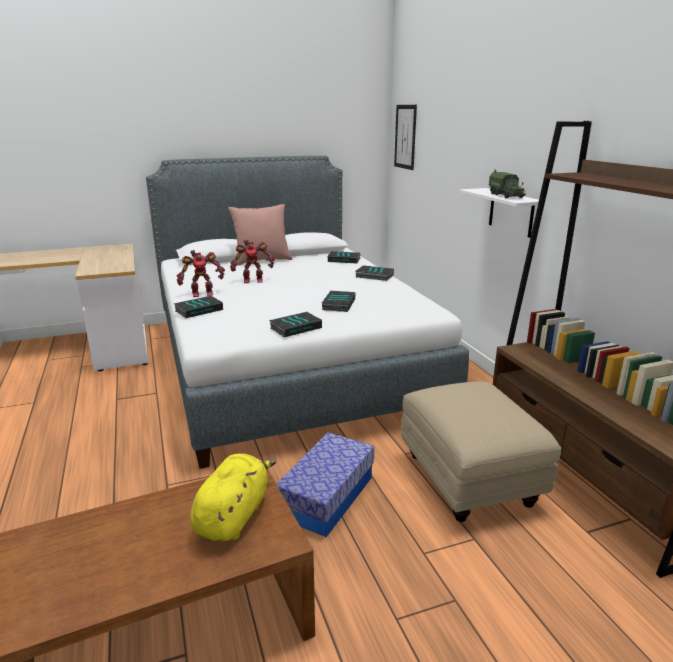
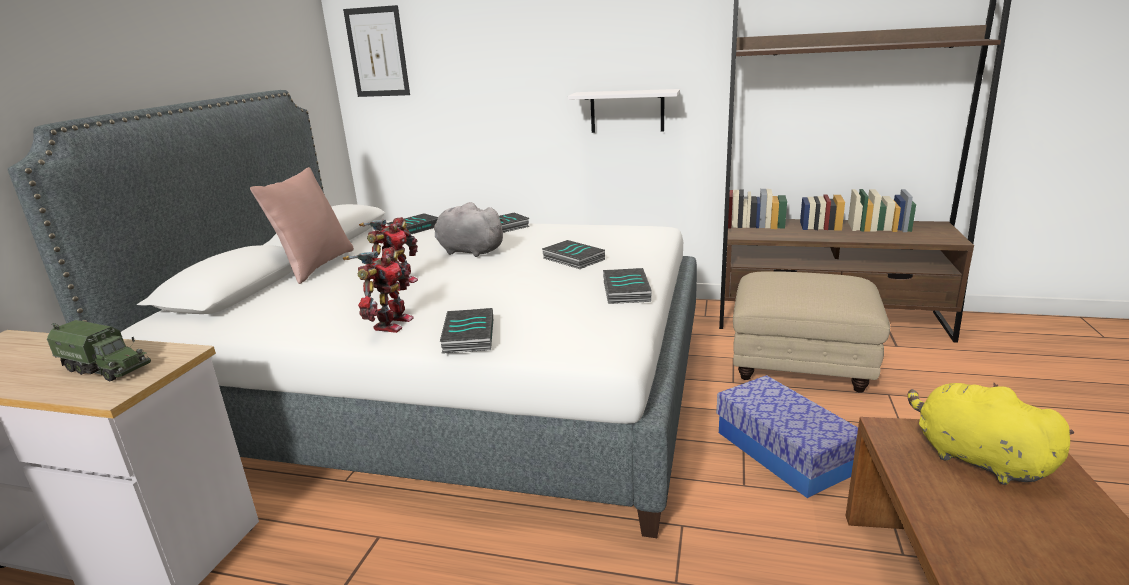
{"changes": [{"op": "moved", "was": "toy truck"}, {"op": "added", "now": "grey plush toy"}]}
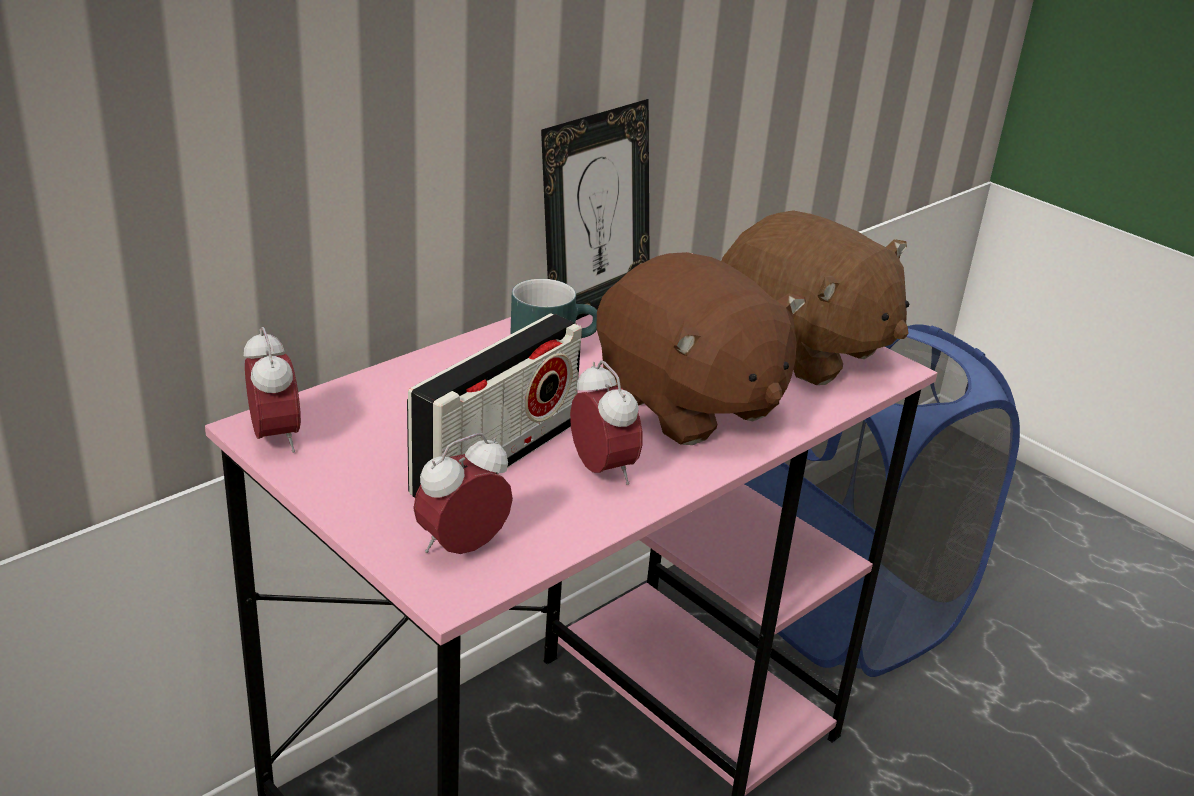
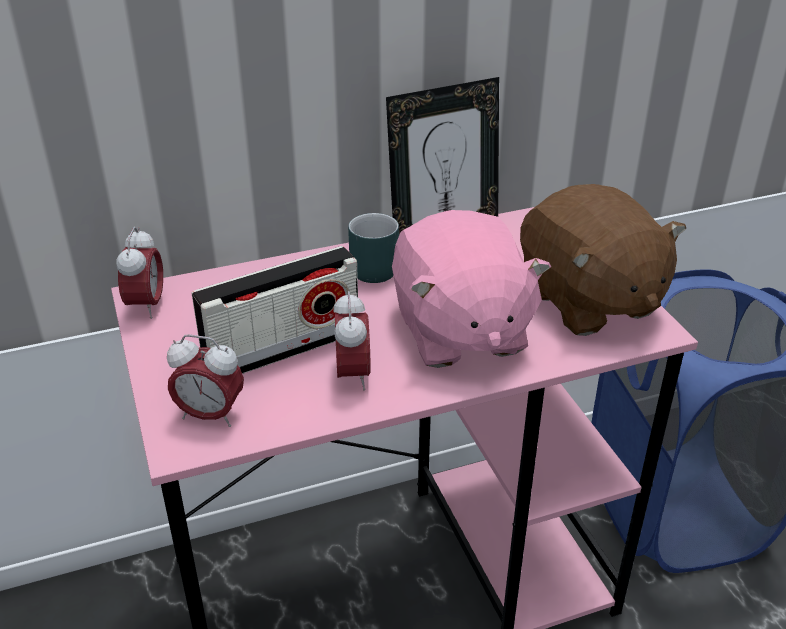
{"changes": [{"op": "recoloured", "was": "brown plush toy (1st from left)", "now": "pink plush toy"}, {"op": "turned", "was": "alarm clock (2nd from left)", "clockwise": -150}]}
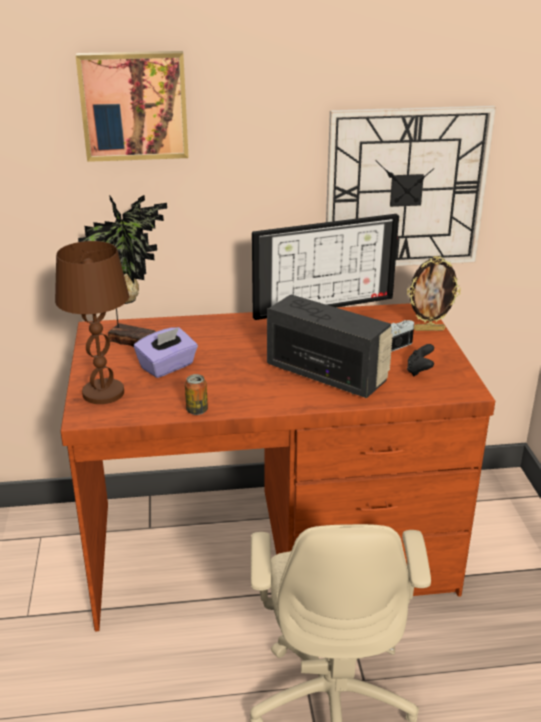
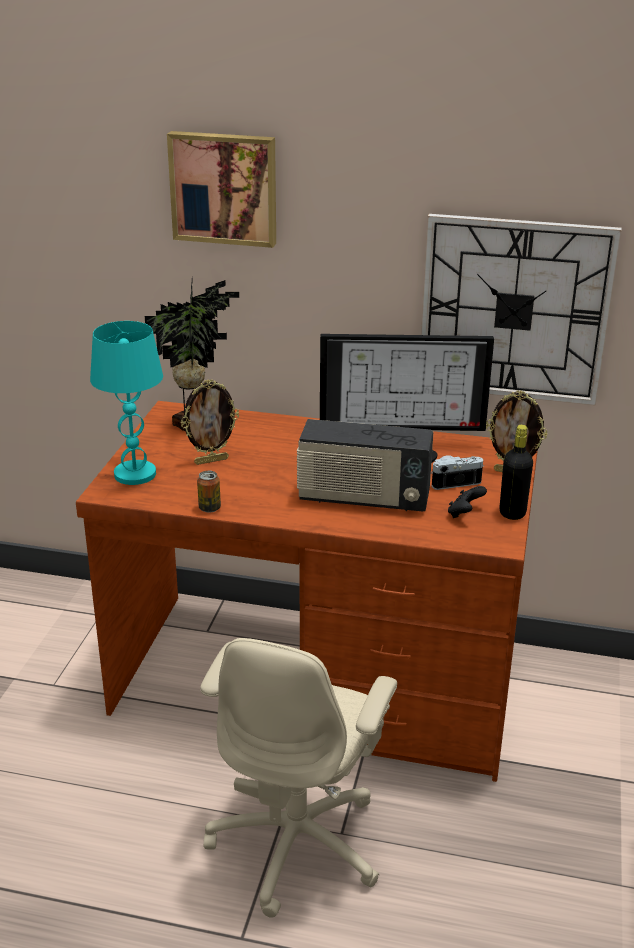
{"changes": [{"op": "recoloured", "was": "brown table lamp", "now": "turquoise table lamp"}, {"op": "turned", "was": "radio", "clockwise": 135}, {"op": "replaced", "was": "purple tissue box", "now": "picture frame (1st from left)"}, {"op": "added", "now": "black bottle"}]}
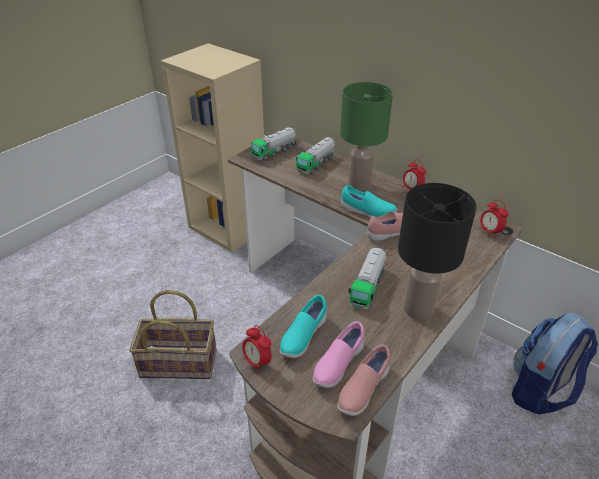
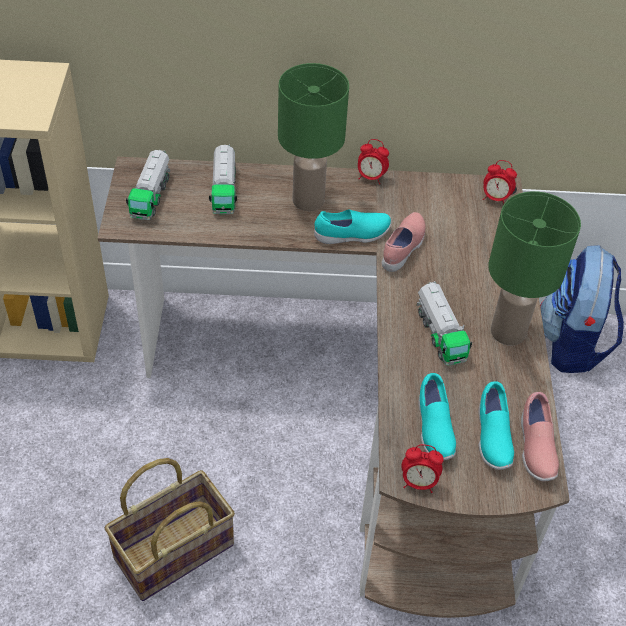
{"changes": [{"op": "recoloured", "was": "black table lamp", "now": "green table lamp (2nd from left)"}, {"op": "recoloured", "was": "pink shoe (1st from left)", "now": "turquoise shoe (3rd from left)"}]}
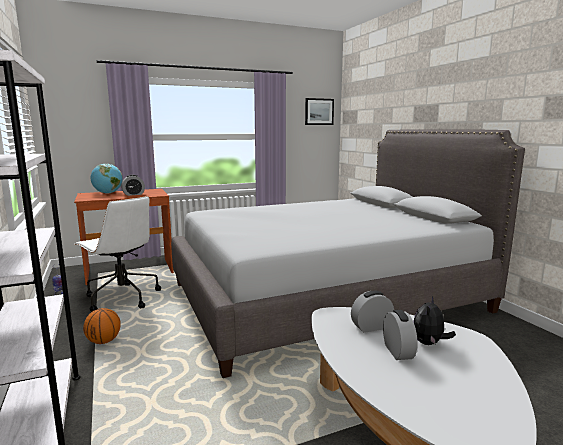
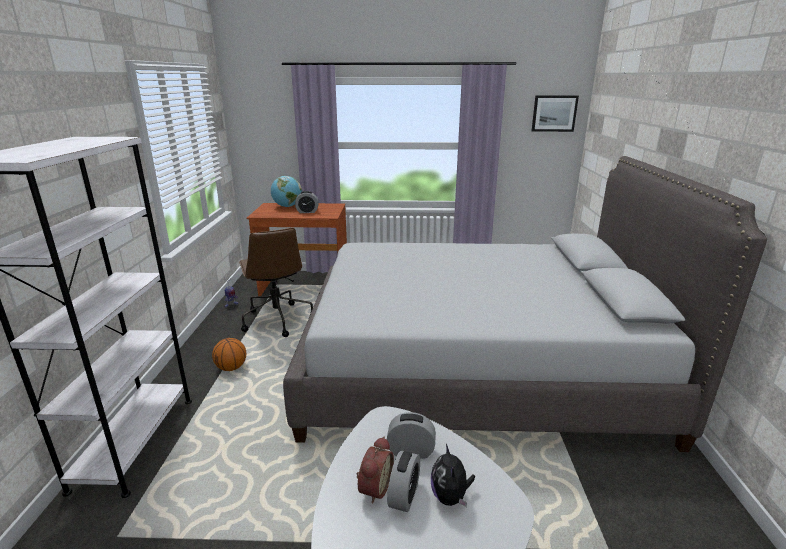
{"changes": [{"op": "recoloured", "was": "white office chair", "now": "brown office chair"}, {"op": "turned", "was": "plush toy", "clockwise": -60}, {"op": "added", "now": "alarm clock (2nd from left)"}]}
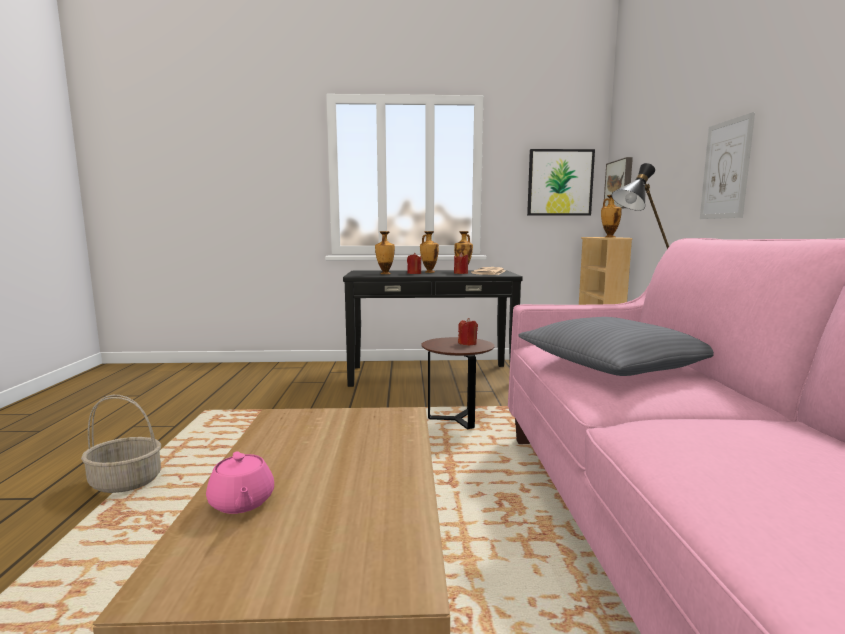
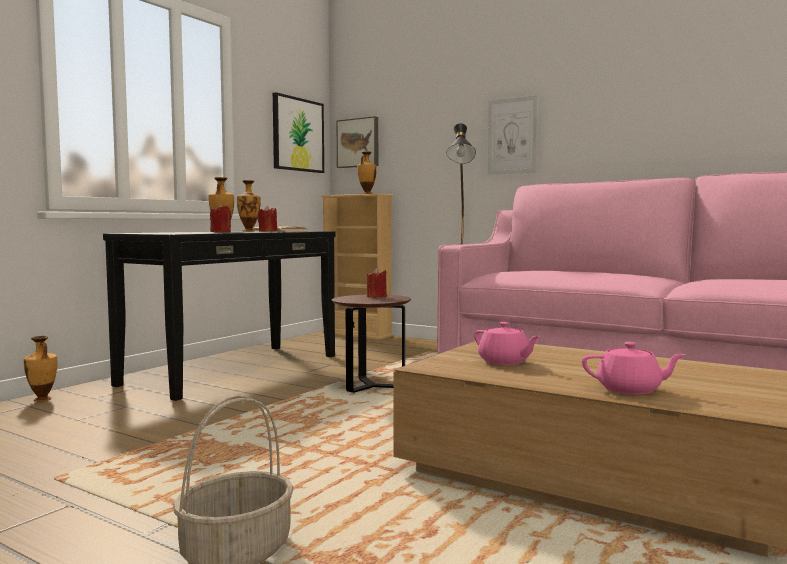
{"changes": [{"op": "moved", "was": "vase (1st from left)"}, {"op": "removed", "was": "grey pillow"}, {"op": "added", "now": "pink teapot (1st from left)"}]}
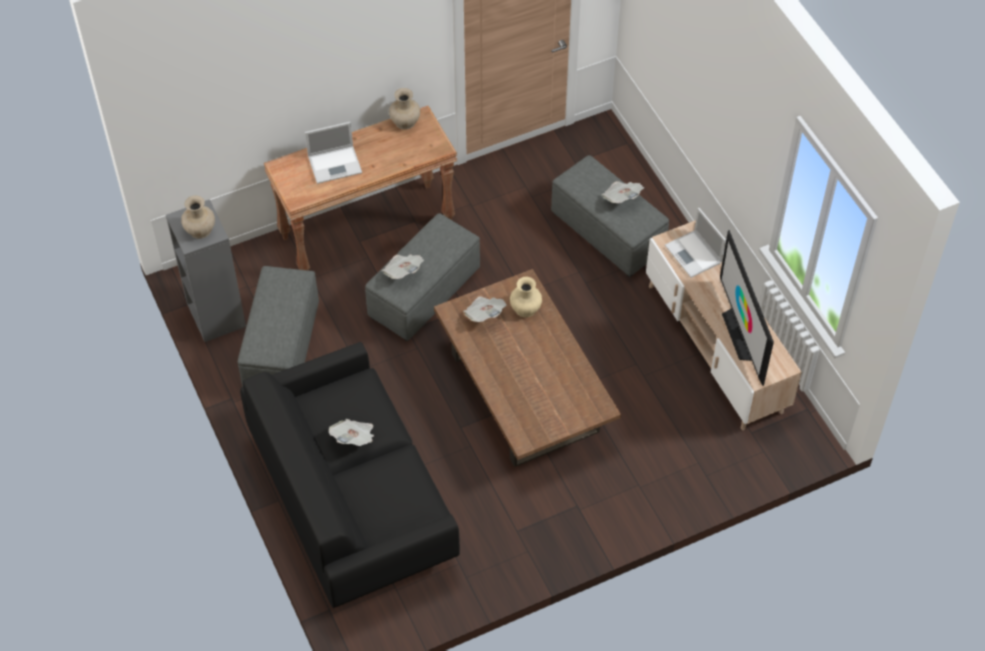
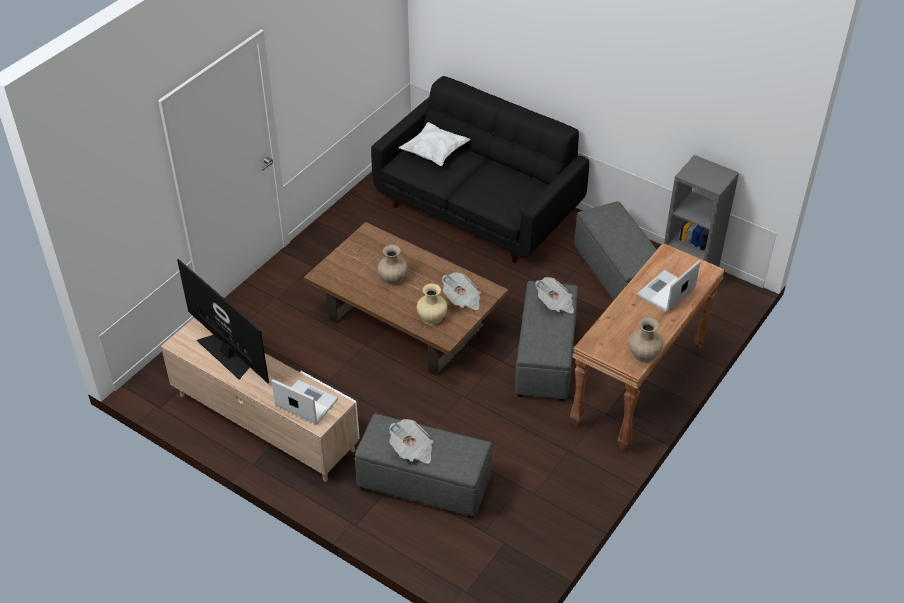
{"changes": [{"op": "moved", "was": "beige vase (1st from left)"}, {"op": "removed", "was": "newspaper (1st from left)"}, {"op": "added", "now": "white pillow"}]}
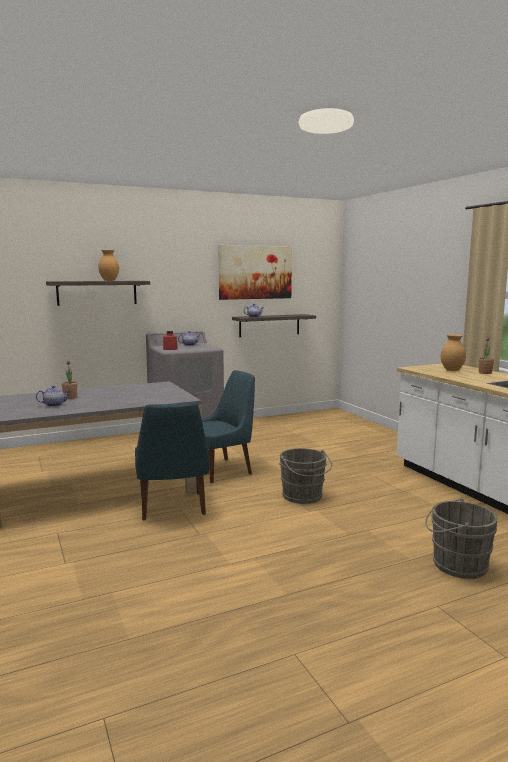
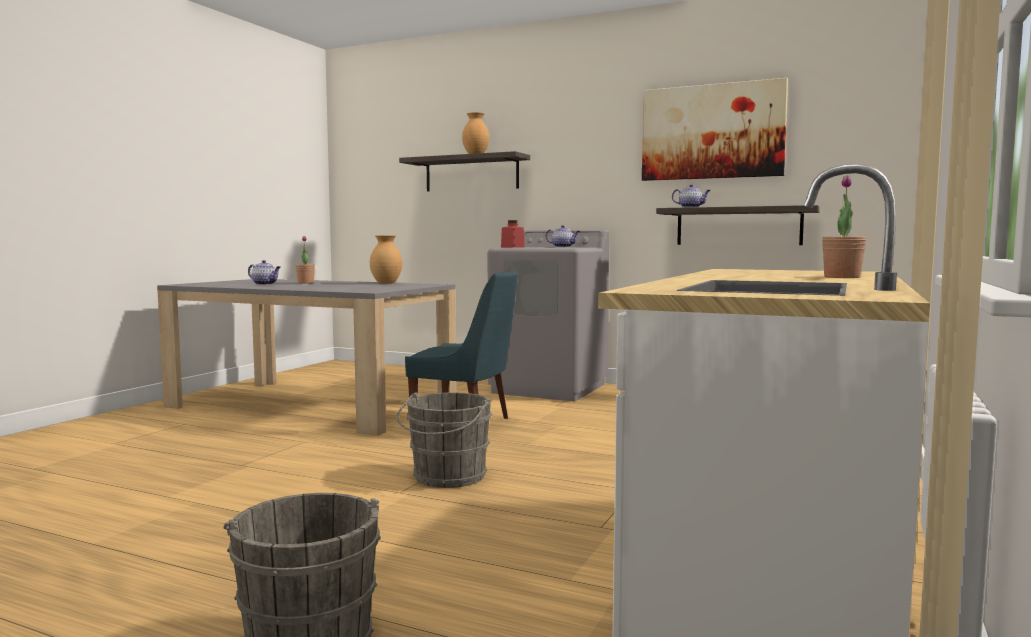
{"changes": [{"op": "moved", "was": "brown vase (2nd from left in the first image)", "now": "brown vase (1st from left)"}, {"op": "removed", "was": "blue chair (1st from left)"}]}
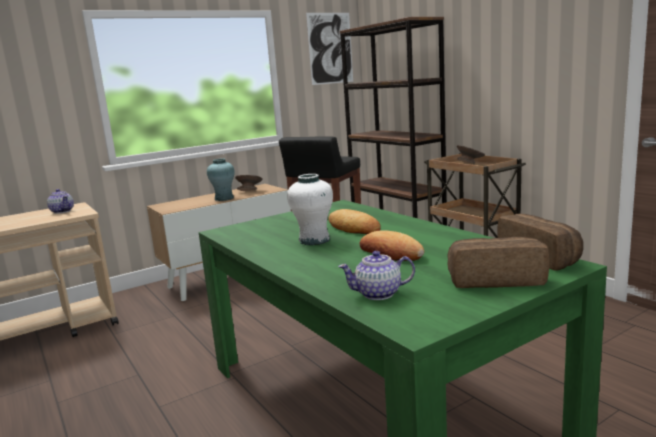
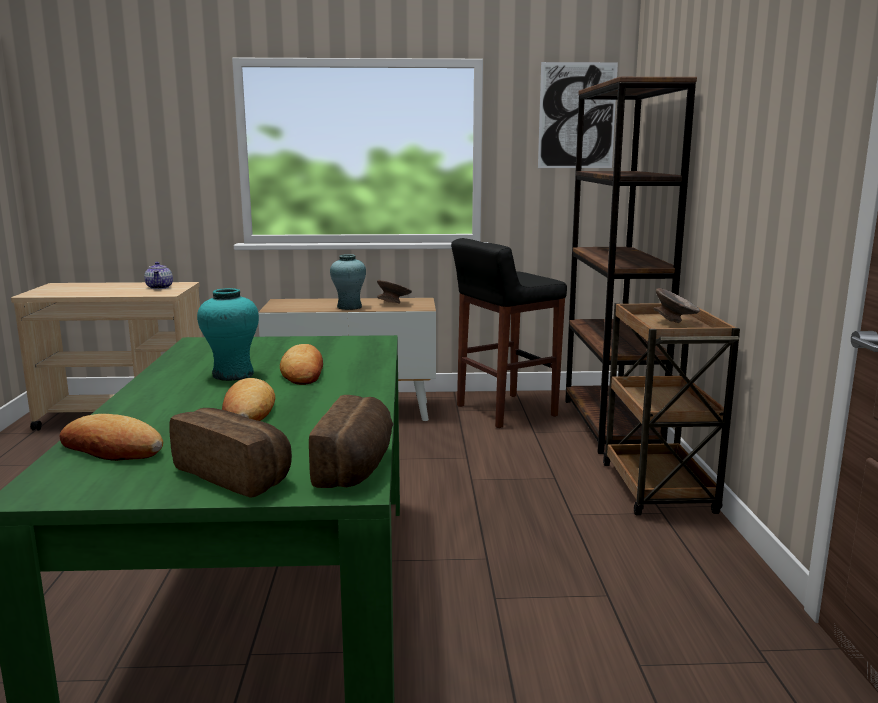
{"changes": [{"op": "recoloured", "was": "white vase", "now": "turquoise vase (1st from left)"}, {"op": "replaced", "was": "teapot (2nd from left)", "now": "bread (1st from left)"}]}
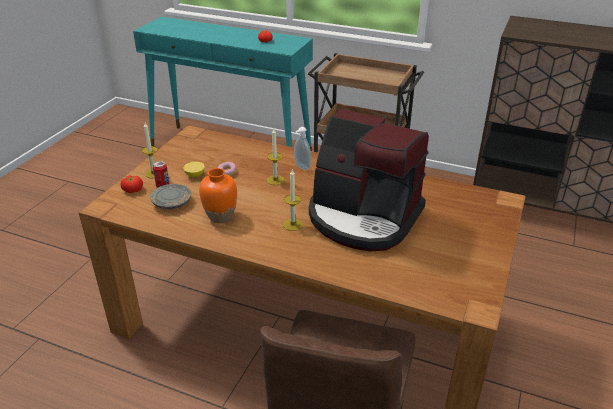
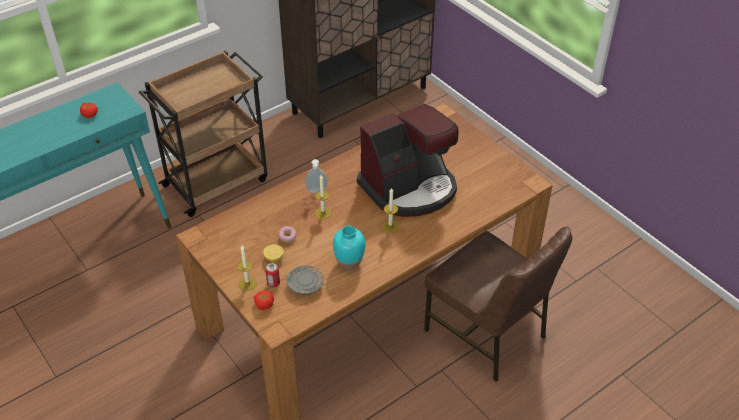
{"changes": [{"op": "recoloured", "was": "orange vase", "now": "turquoise vase"}]}
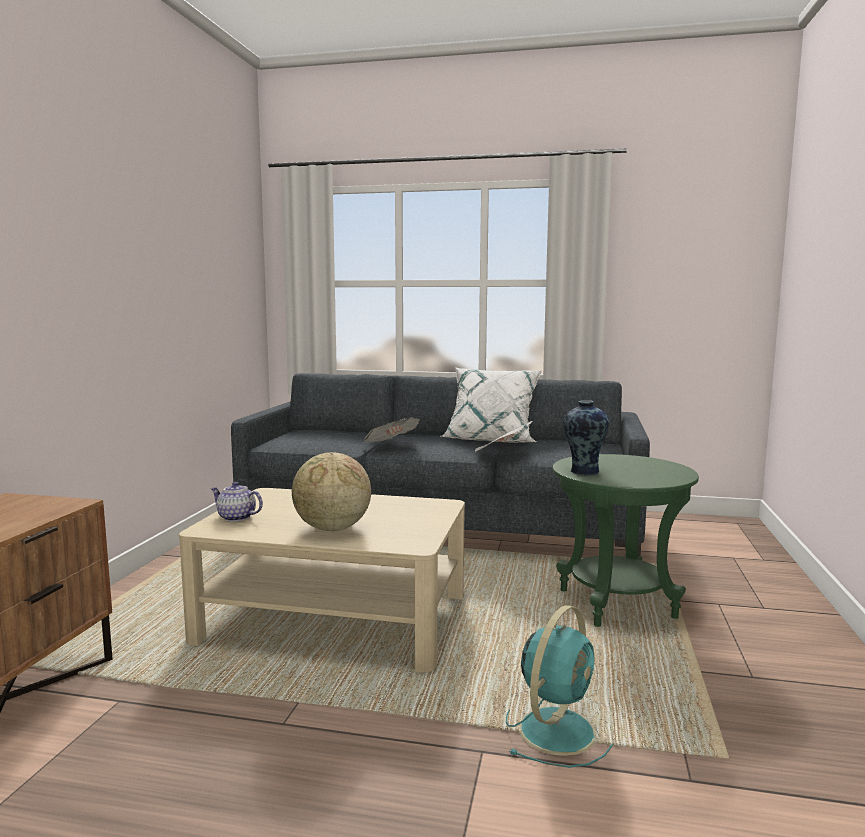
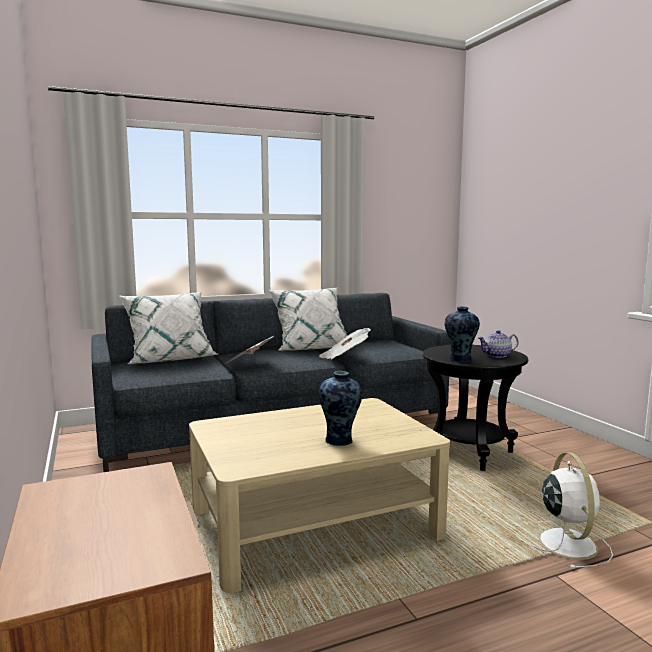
{"changes": [{"op": "replaced", "was": "globe", "now": "vase (1st from left)"}, {"op": "recoloured", "was": "green side table", "now": "black side table"}, {"op": "moved", "was": "teapot"}, {"op": "recoloured", "was": "turquoise fan", "now": "white fan"}, {"op": "added", "now": "white pillow (1st from left)"}]}
